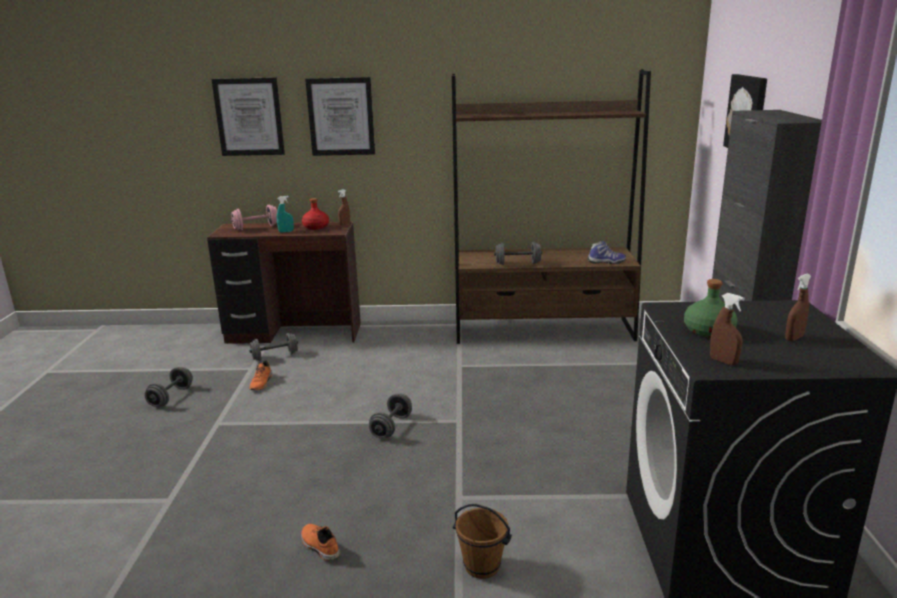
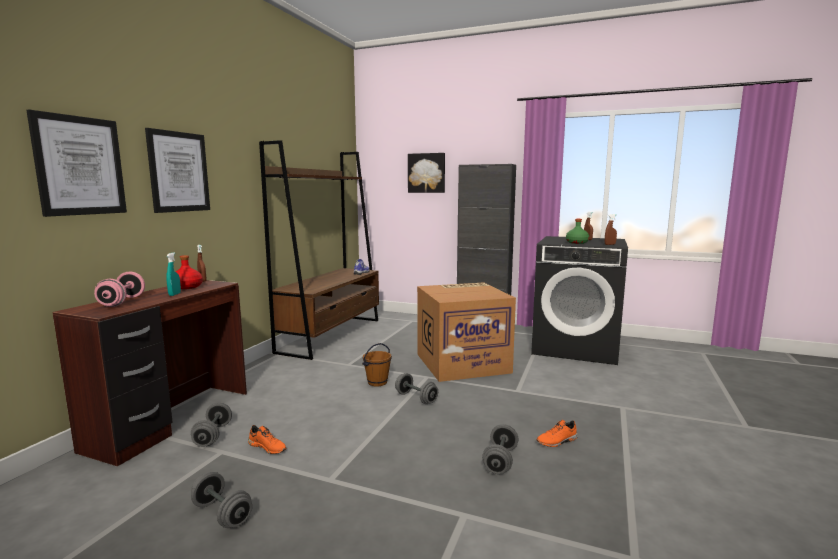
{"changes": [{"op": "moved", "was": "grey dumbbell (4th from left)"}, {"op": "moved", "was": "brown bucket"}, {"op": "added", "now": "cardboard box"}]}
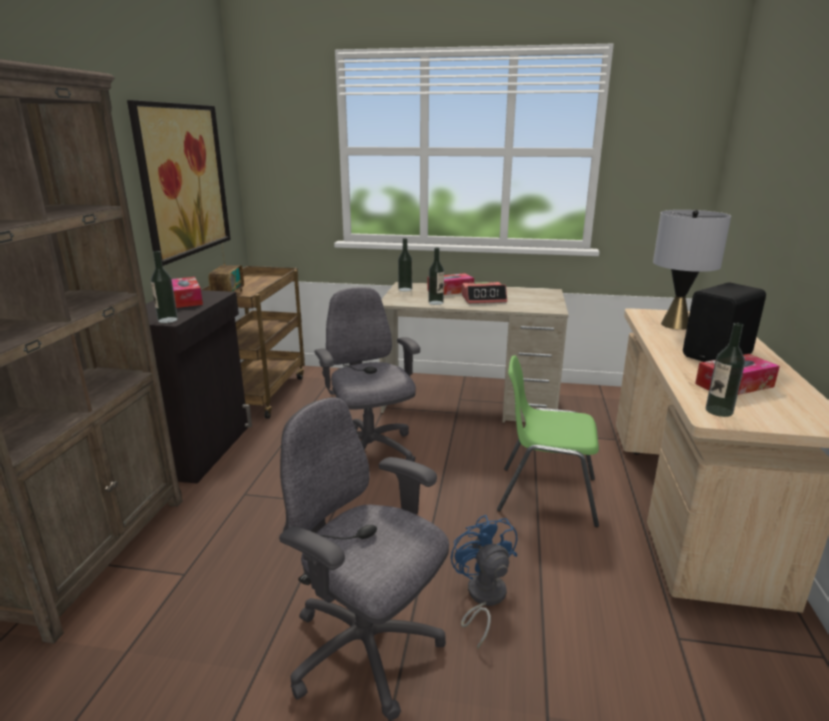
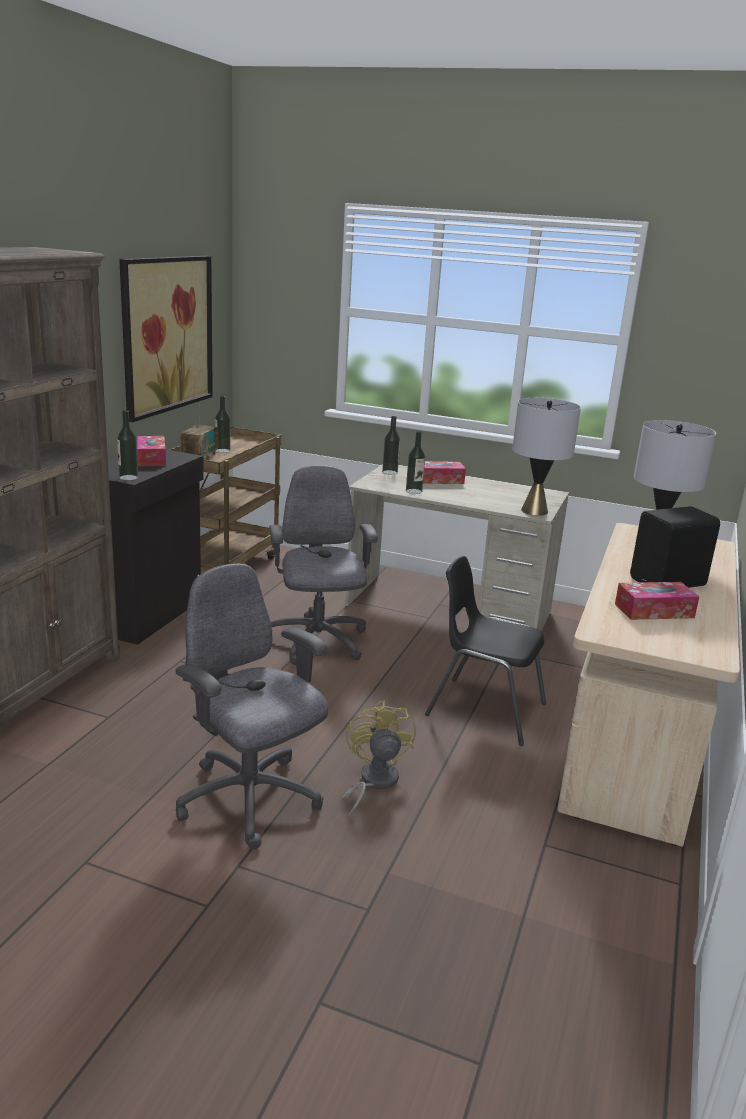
{"changes": [{"op": "removed", "was": "alarm clock"}, {"op": "moved", "was": "bottle (4th from left in the first image)", "now": "bottle (2nd from left)"}, {"op": "recoloured", "was": "green chair", "now": "black chair"}, {"op": "recoloured", "was": "blue fan", "now": "yellow fan"}, {"op": "added", "now": "grey table lamp (1st from left)"}]}
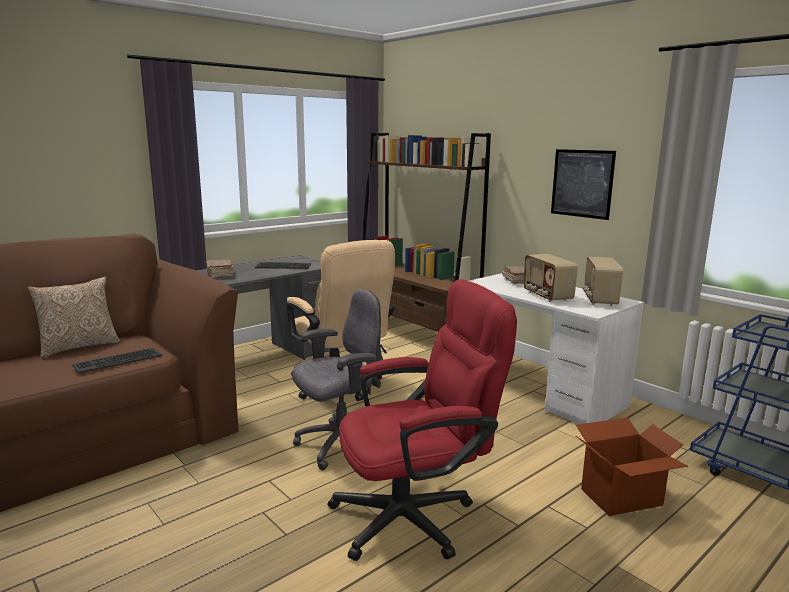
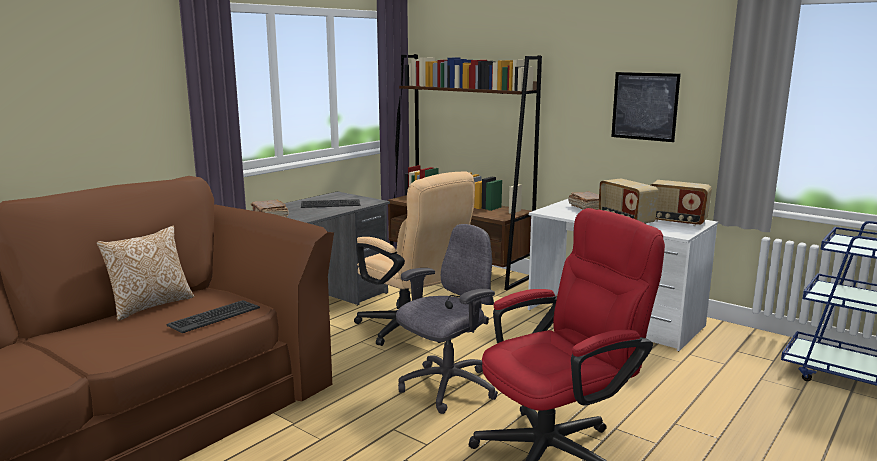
{"changes": [{"op": "turned", "was": "radio (2nd from left)", "clockwise": -60}, {"op": "removed", "was": "cardboard box"}]}
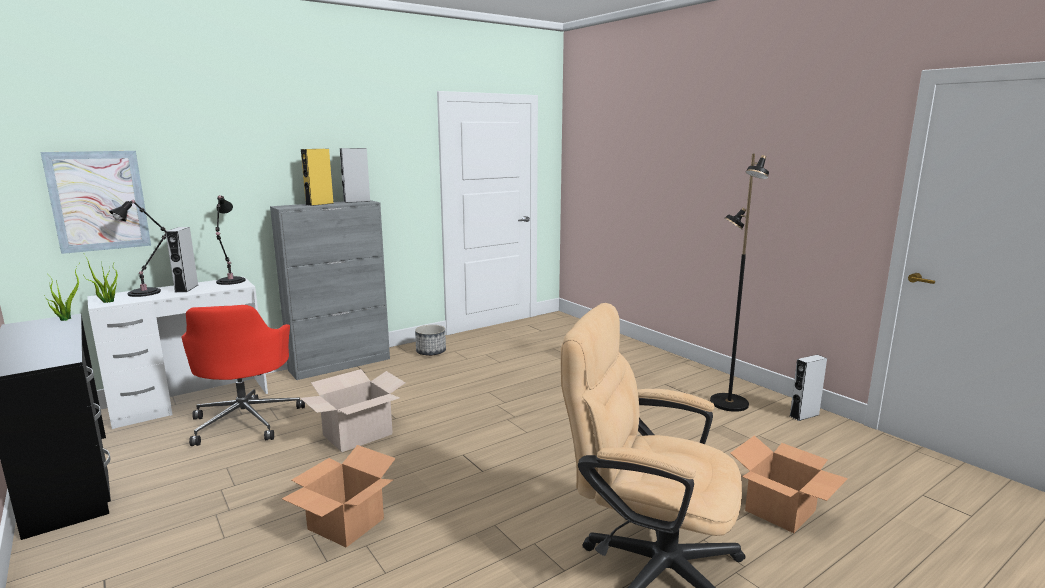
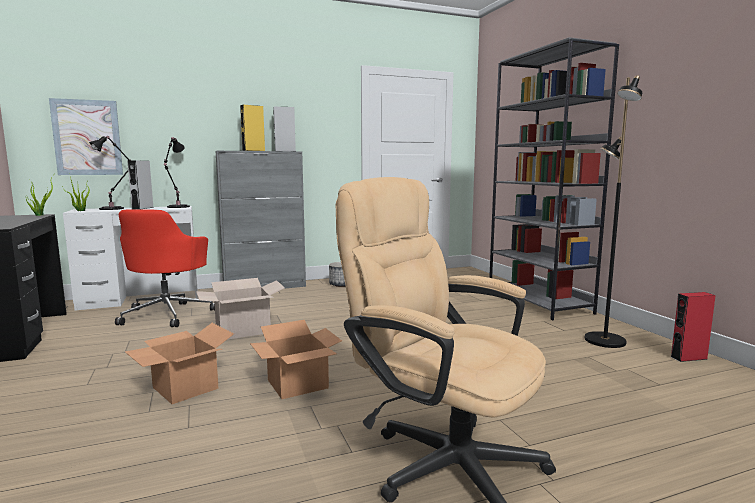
{"changes": [{"op": "recoloured", "was": "grey speaker (3rd from left)", "now": "red speaker"}, {"op": "moved", "was": "cardboard box (3rd from left)"}, {"op": "added", "now": "grey bookcase"}]}
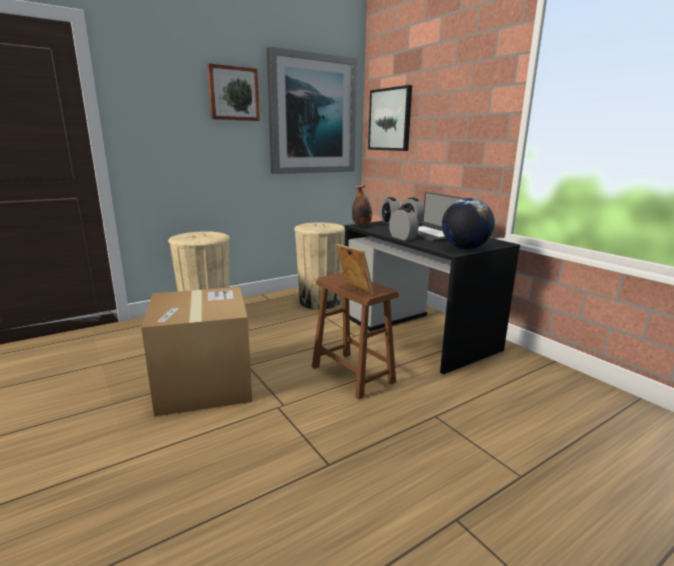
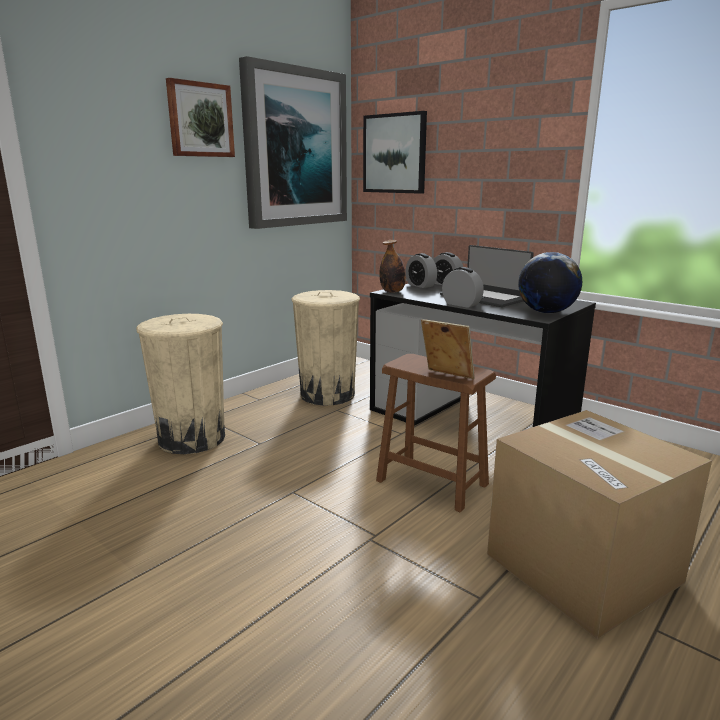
{"changes": [{"op": "moved", "was": "cardboard box"}]}
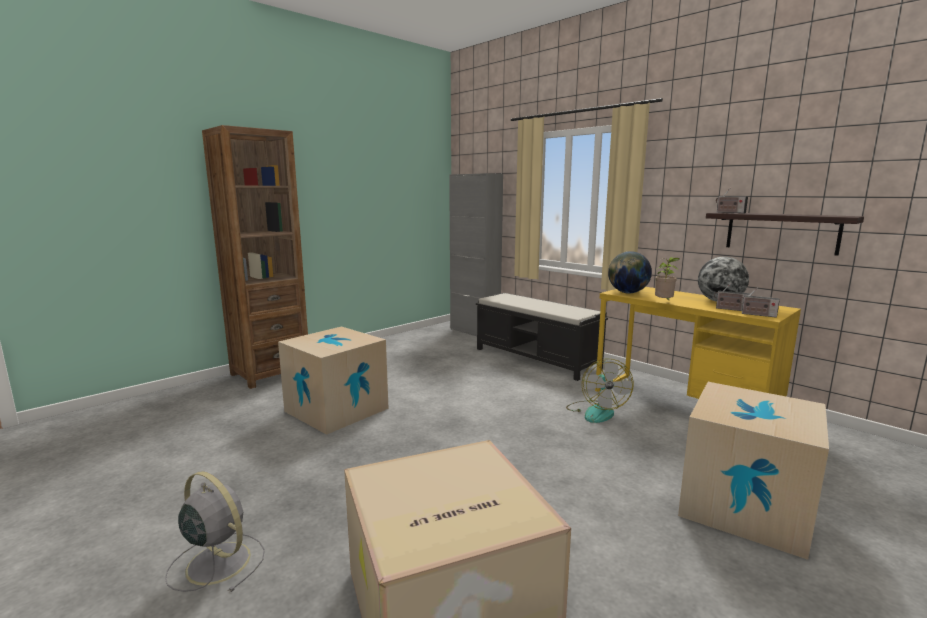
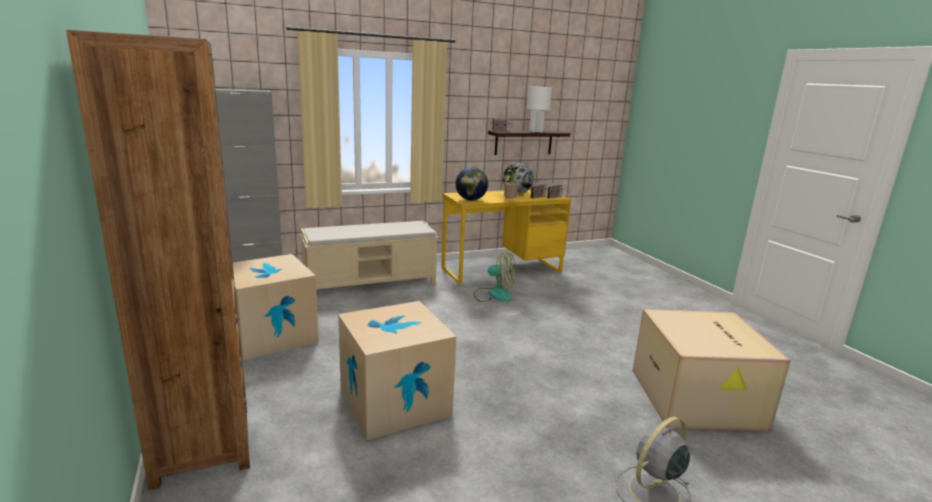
{"changes": [{"op": "recoloured", "was": "black bench", "now": "beige bench"}, {"op": "moved", "was": "cardboard box (3rd from left in the first image)", "now": "cardboard box (1st from left)"}, {"op": "added", "now": "white table lamp"}]}
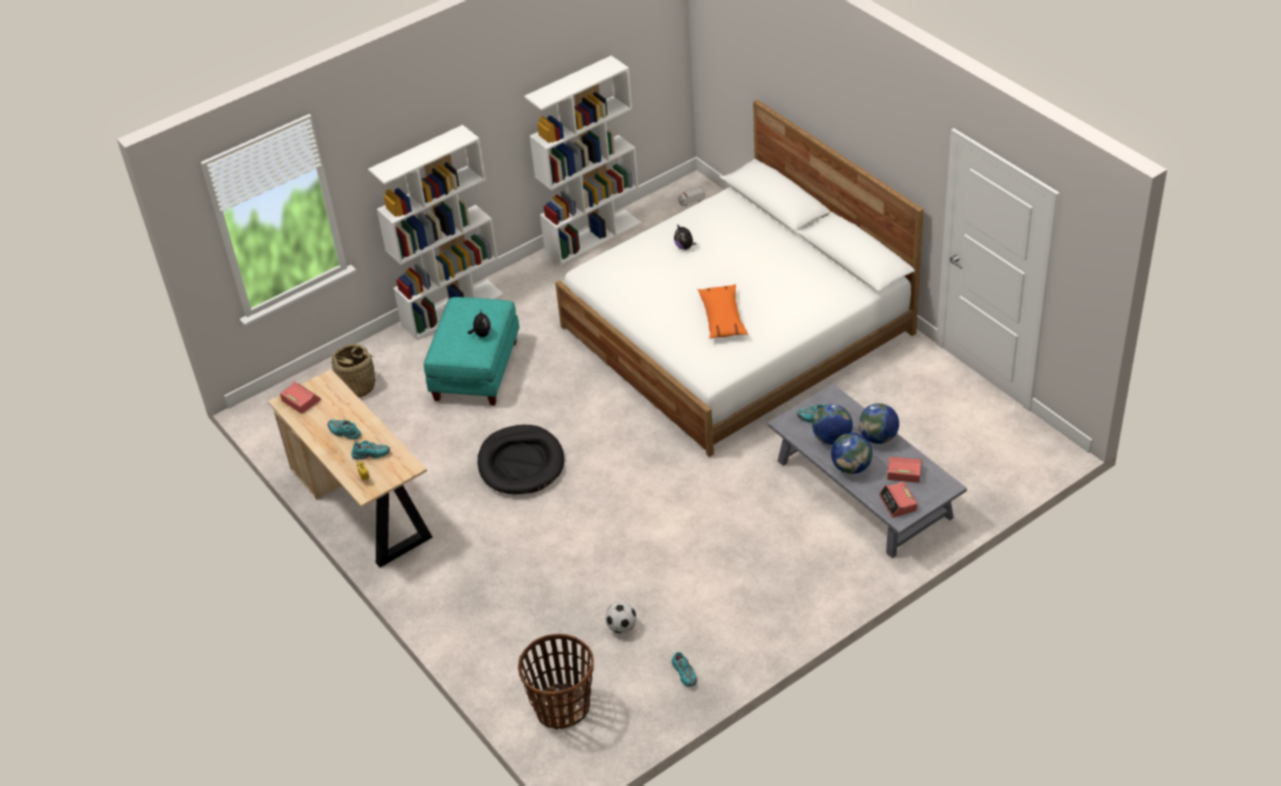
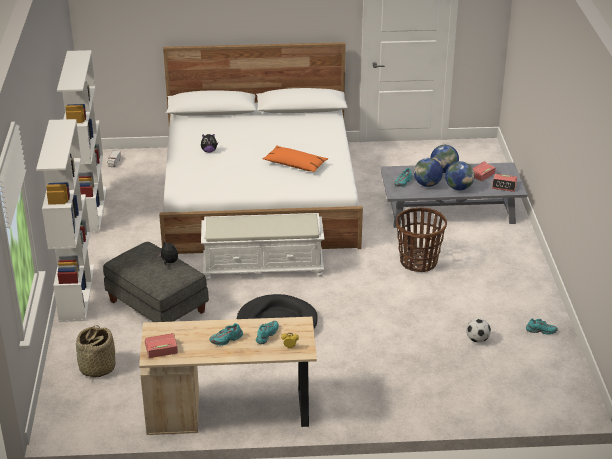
{"changes": [{"op": "recoloured", "was": "turquoise ottoman", "now": "grey ottoman"}, {"op": "moved", "was": "basket (2nd from left)"}, {"op": "added", "now": "white bench"}]}
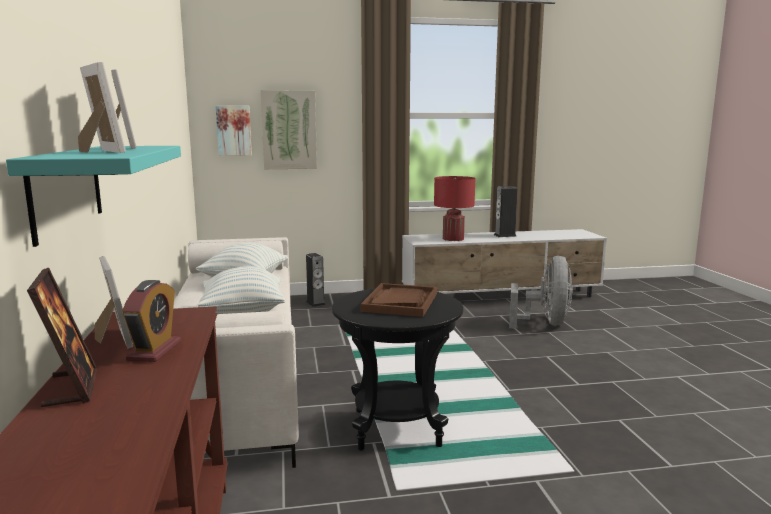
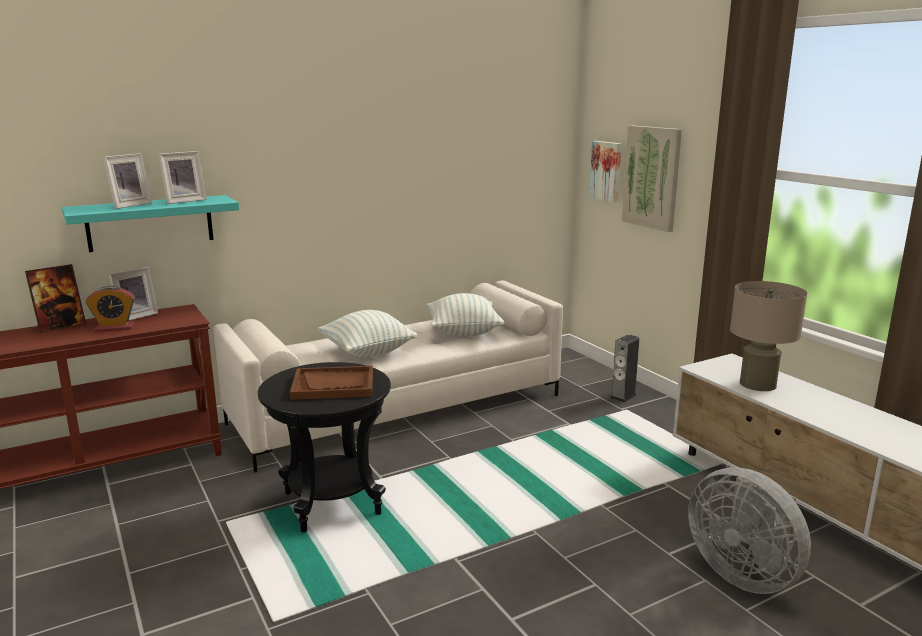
{"changes": [{"op": "recoloured", "was": "red table lamp", "now": "beige table lamp"}, {"op": "removed", "was": "speaker (2nd from left)"}, {"op": "turned", "was": "grey fan", "clockwise": 60}]}
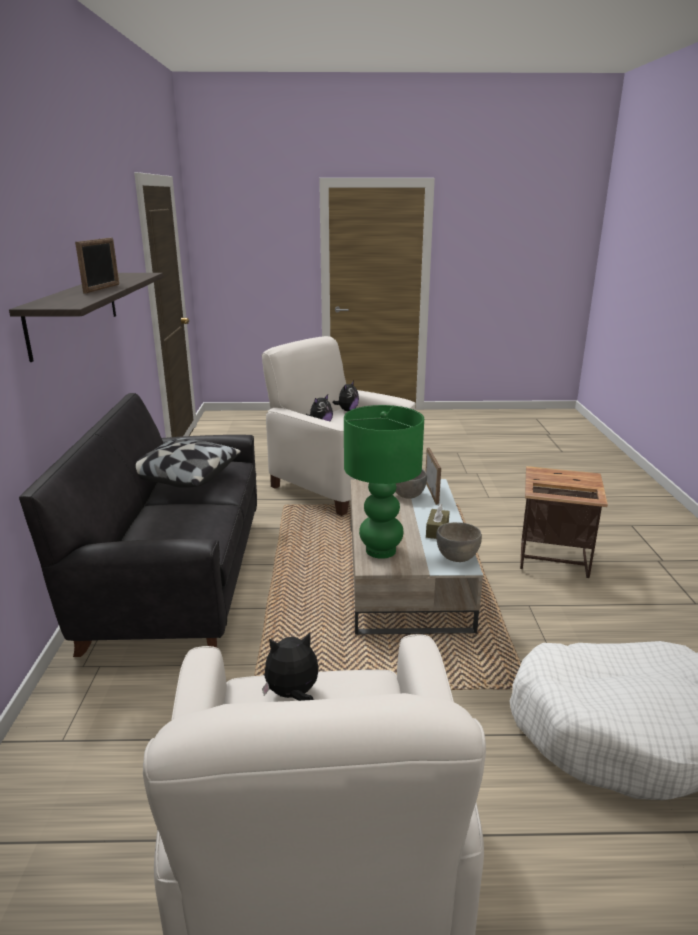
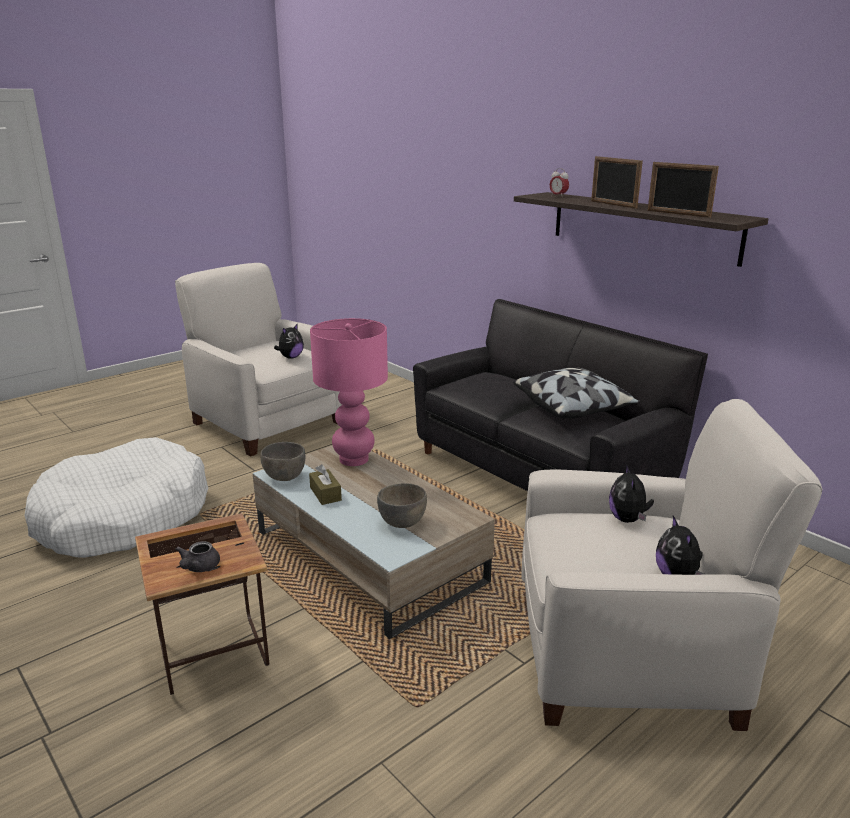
{"changes": [{"op": "recoloured", "was": "green table lamp", "now": "pink table lamp"}, {"op": "moved", "was": "picture frame (2nd from left)"}, {"op": "added", "now": "alarm clock"}, {"op": "added", "now": "grey teapot"}]}
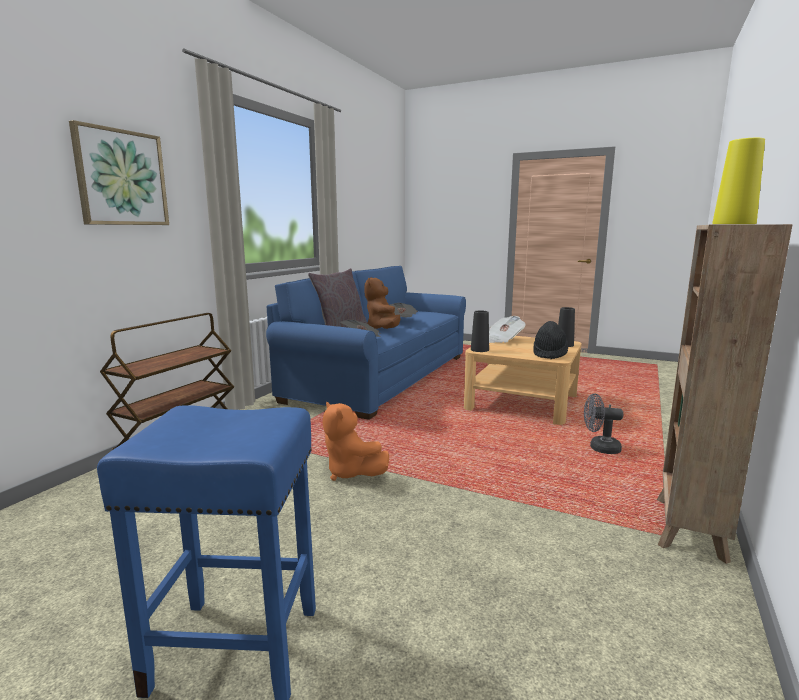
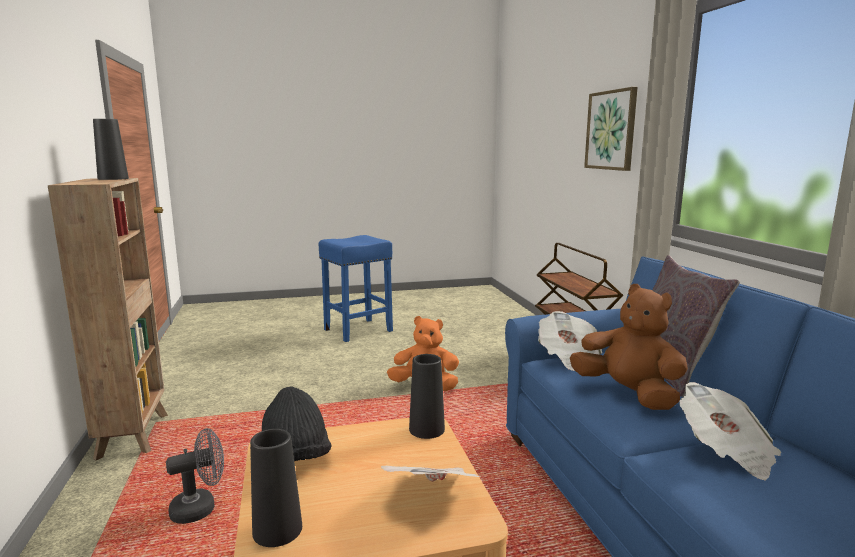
{"changes": [{"op": "recoloured", "was": "yellow vase", "now": "black vase (1st from left)"}]}
